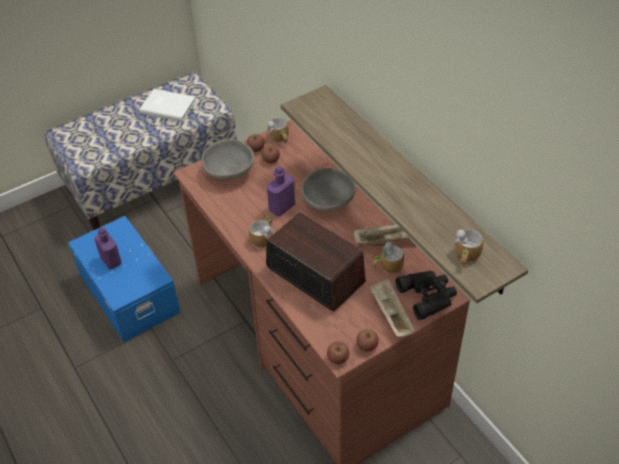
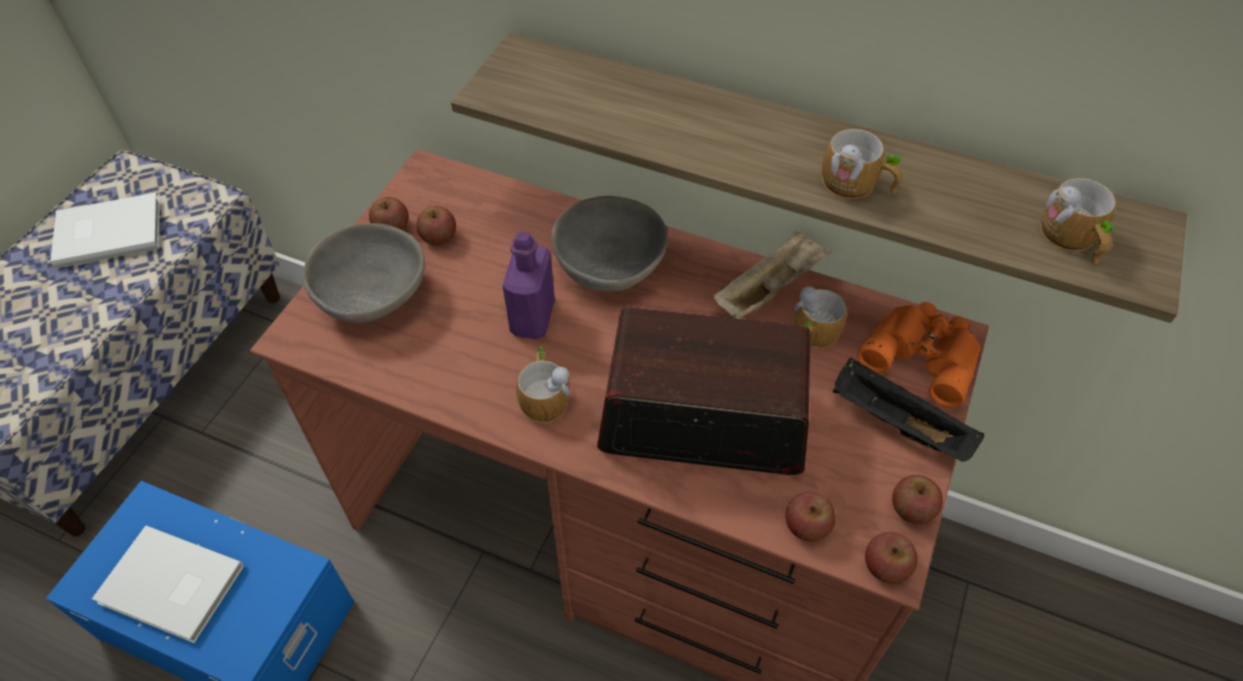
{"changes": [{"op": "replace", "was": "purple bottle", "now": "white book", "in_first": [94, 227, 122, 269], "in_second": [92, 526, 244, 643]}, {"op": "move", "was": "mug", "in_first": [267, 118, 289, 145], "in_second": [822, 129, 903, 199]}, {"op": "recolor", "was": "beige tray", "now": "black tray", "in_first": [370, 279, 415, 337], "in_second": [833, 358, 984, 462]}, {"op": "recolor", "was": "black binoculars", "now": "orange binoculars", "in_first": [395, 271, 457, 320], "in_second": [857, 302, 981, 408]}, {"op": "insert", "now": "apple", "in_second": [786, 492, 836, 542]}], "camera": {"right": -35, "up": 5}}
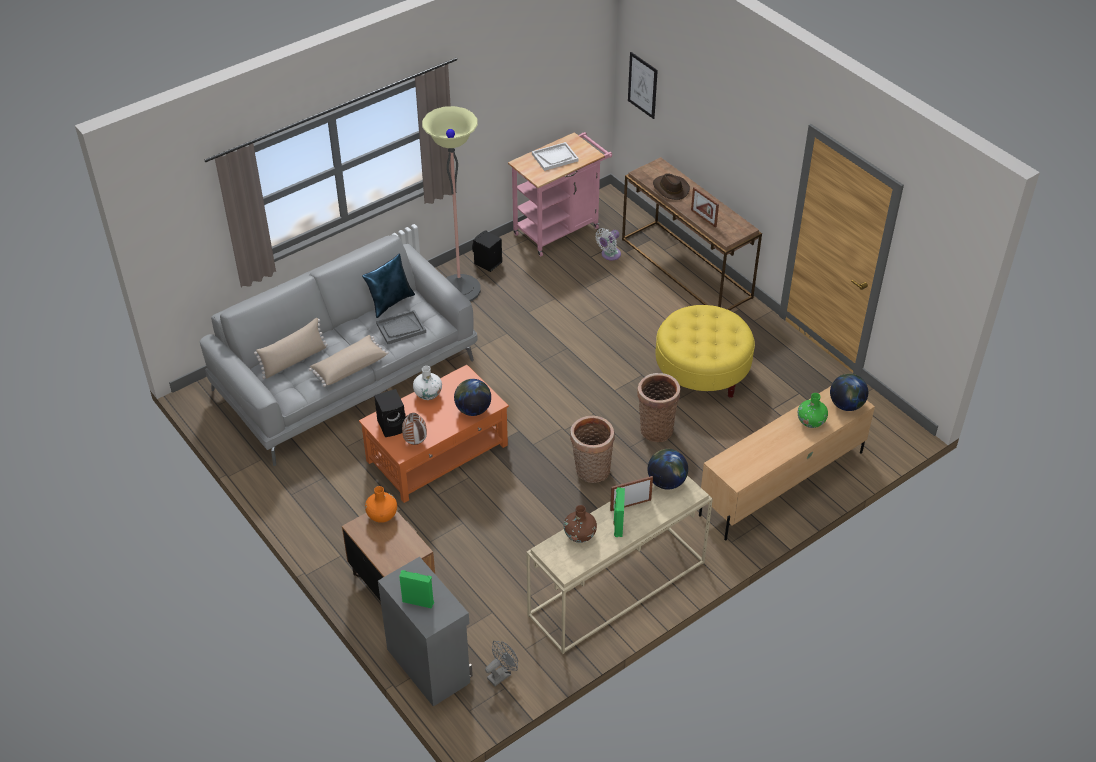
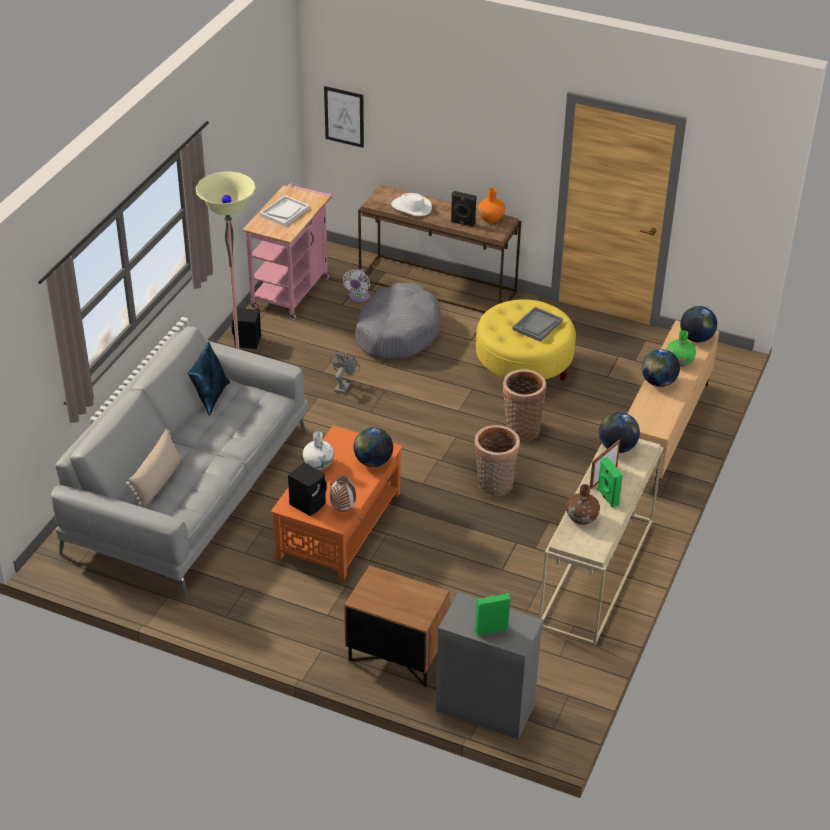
{"changes": [{"op": "delete", "was": "beige pillow", "in_first": [309, 335, 389, 387]}, {"op": "move", "was": "orange vase", "in_first": [365, 486, 397, 523], "in_second": [478, 188, 505, 223]}, {"op": "move", "was": "grey tray", "in_first": [376, 310, 426, 344], "in_second": [512, 307, 563, 342]}, {"op": "move", "was": "grey fan", "in_first": [485, 641, 518, 686], "in_second": [330, 352, 360, 394]}, {"op": "recolor", "was": "brown hat", "now": "white hat", "in_first": [653, 173, 690, 200], "in_second": [391, 193, 432, 216]}, {"op": "replace", "was": "picture frame", "now": "black speaker", "in_first": [691, 187, 719, 228], "in_second": [451, 191, 476, 227]}, {"op": "insert", "now": "grey dog bed", "in_second": [355, 283, 441, 359]}, {"op": "insert", "now": "globe", "in_second": [642, 349, 680, 387]}], "camera": {"right": -30, "up": -5}}
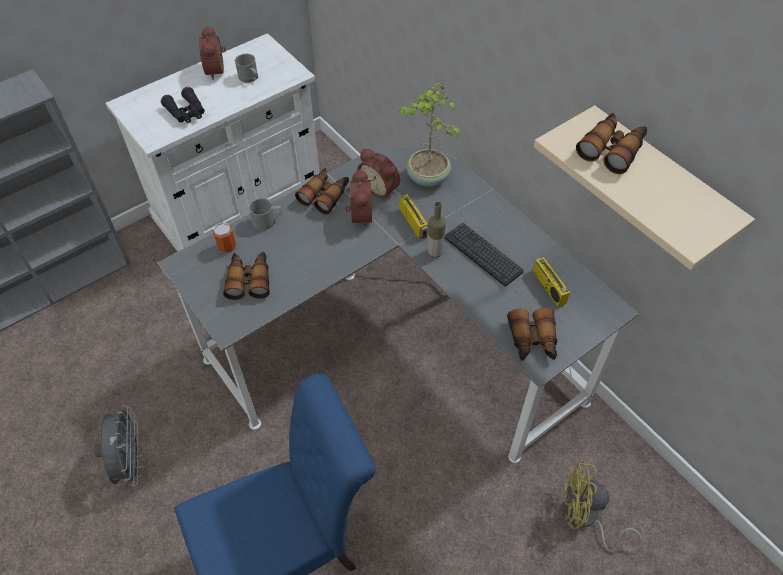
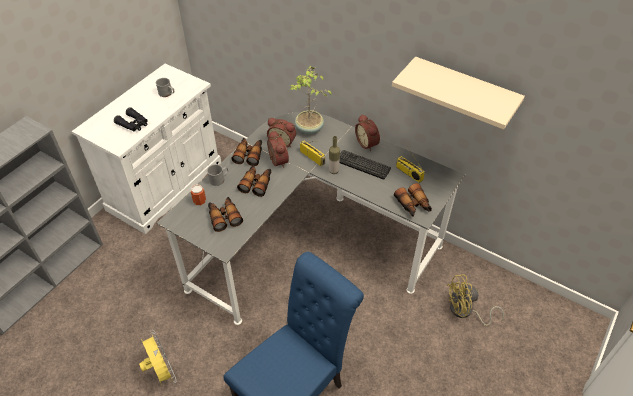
{"changes": [{"op": "recolor", "was": "grey fan", "now": "yellow fan", "in_first": [94, 405, 143, 486], "in_second": [139, 330, 177, 385]}, {"op": "move", "was": "alarm clock", "in_first": [199, 26, 226, 80], "in_second": [355, 114, 380, 151]}, {"op": "move", "was": "binoculars", "in_first": [576, 113, 647, 174], "in_second": [237, 165, 271, 197]}], "camera": {"right": -20, "up": -5}}
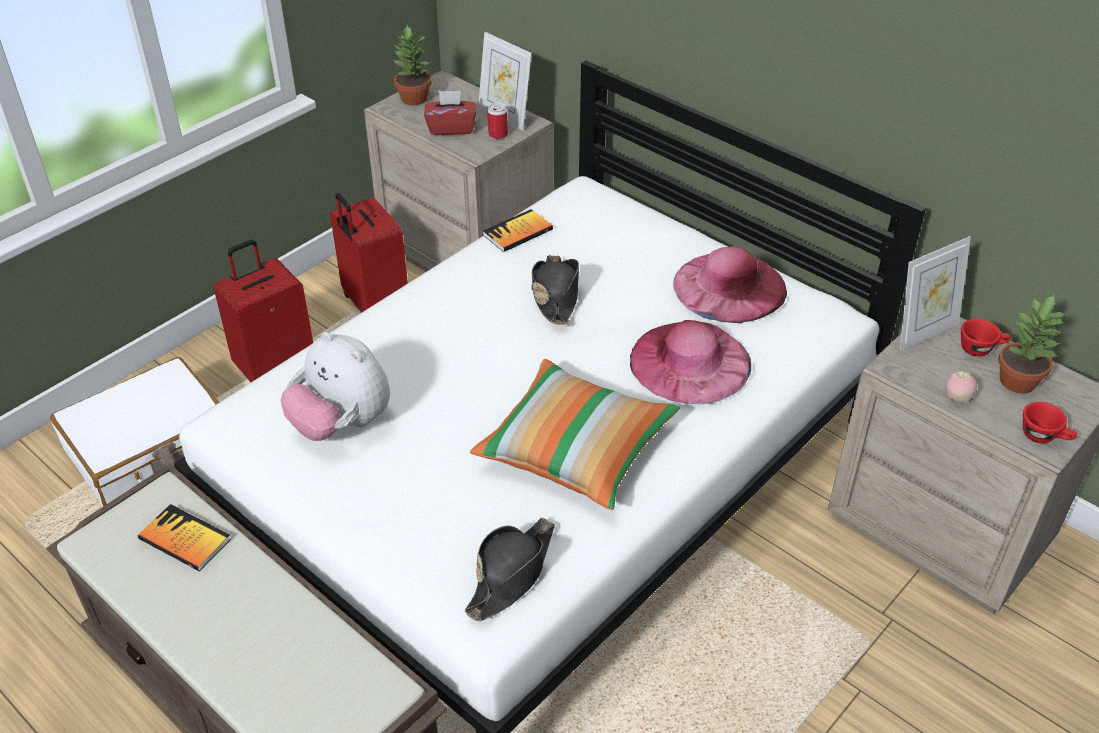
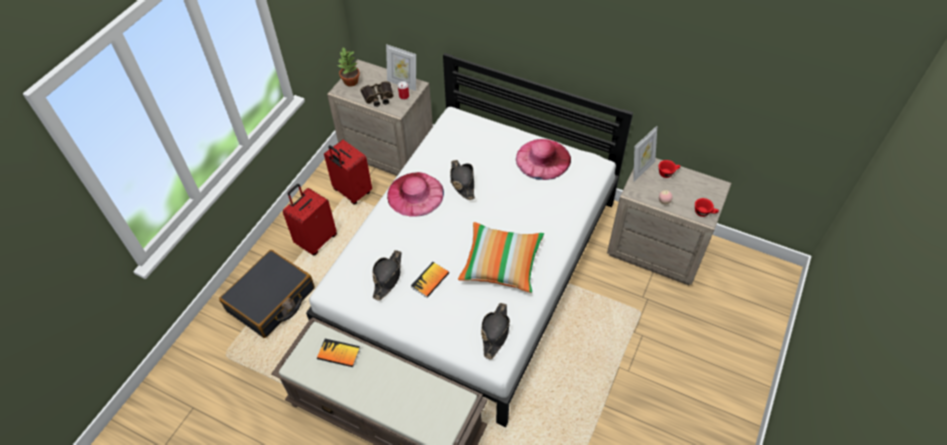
{"changes": [{"op": "recolor", "was": "white suitcase", "now": "black suitcase", "in_first": [50, 357, 219, 506], "in_second": [219, 250, 315, 338]}, {"op": "replace", "was": "plush toy", "now": "black hat", "in_first": [281, 332, 390, 441], "in_second": [372, 250, 402, 300]}, {"op": "replace", "was": "red tissue box", "now": "binoculars", "in_first": [424, 91, 476, 135], "in_second": [361, 81, 394, 107]}, {"op": "move", "was": "book", "in_first": [483, 209, 553, 252], "in_second": [411, 262, 449, 298]}, {"op": "move", "was": "pink hat", "in_first": [630, 320, 751, 404], "in_second": [387, 172, 444, 217]}, {"op": "delete", "was": "potted plant", "in_first": [998, 295, 1066, 393]}], "camera": {"right": -15, "up": 10}}
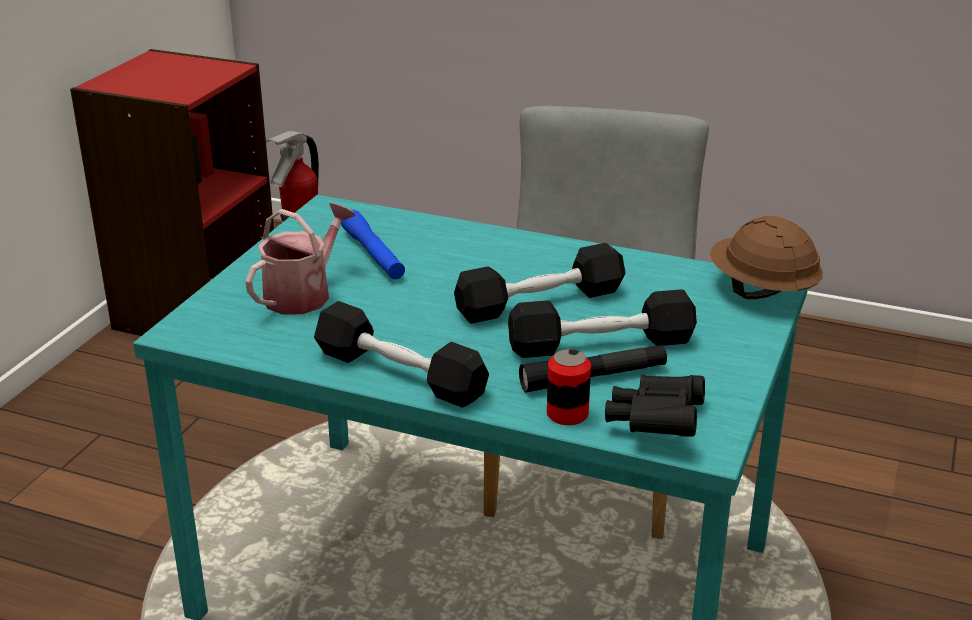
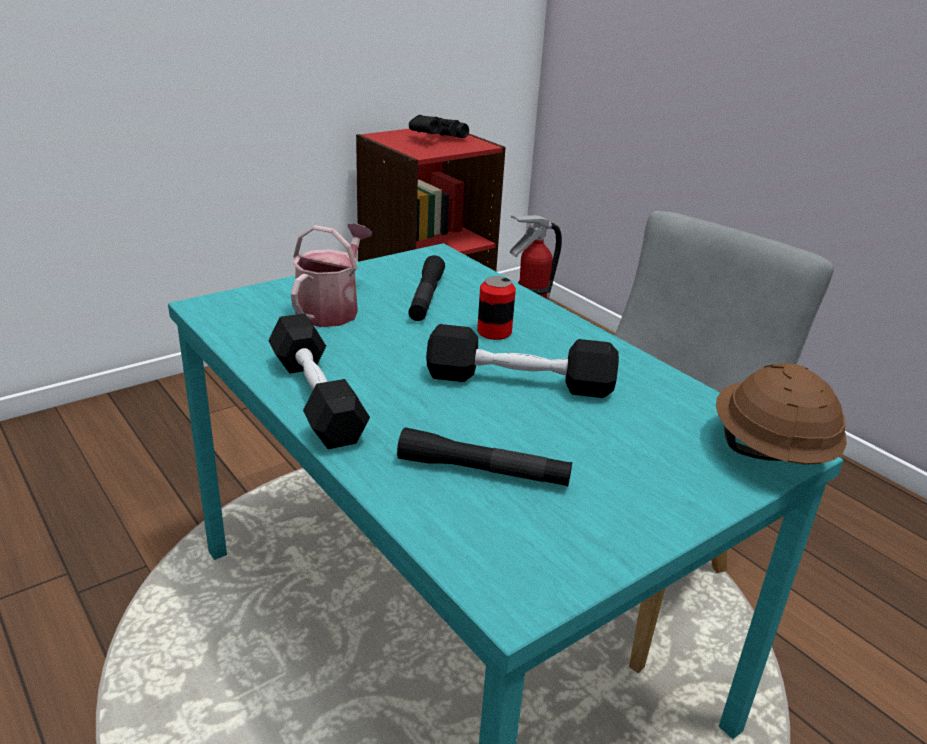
{"changes": [{"op": "rotate", "was": "watering can", "in_first": [245, 203, 355, 315], "in_second": [291, 223, 372, 327], "clockwise": -45}, {"op": "recolor", "was": "blue flashlight", "now": "black flashlight", "in_first": [341, 210, 405, 279], "in_second": [408, 255, 445, 321]}, {"op": "delete", "was": "black dumbbell", "in_first": [508, 289, 697, 358]}, {"op": "move", "was": "can", "in_first": [547, 349, 591, 425], "in_second": [477, 276, 516, 340]}, {"op": "move", "was": "black binoculars", "in_first": [605, 375, 705, 436], "in_second": [409, 115, 469, 138]}], "camera": {"right": 30, "up": 0}}
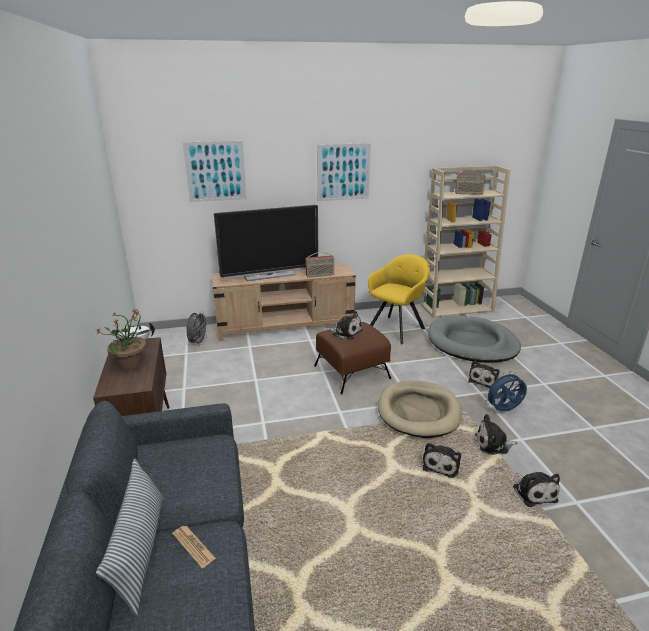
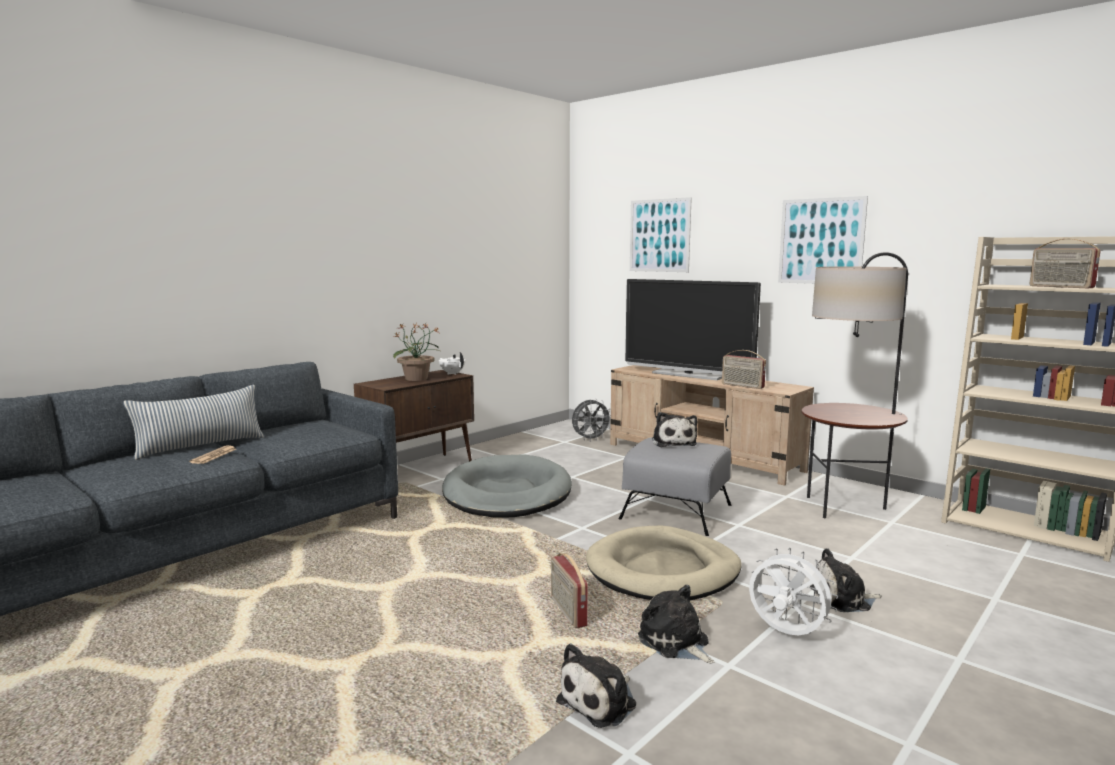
{"changes": [{"op": "recolor", "was": "brown ottoman", "now": "grey ottoman", "in_first": [314, 322, 391, 394], "in_second": [619, 437, 731, 536]}, {"op": "replace", "was": "yellow armchair", "now": "floor lamp", "in_first": [368, 254, 430, 344], "in_second": [802, 252, 908, 518]}, {"op": "replace", "was": "plush toy", "now": "radio", "in_first": [423, 443, 461, 478], "in_second": [551, 553, 588, 628]}, {"op": "move", "was": "grey dog bed", "in_first": [428, 316, 521, 363], "in_second": [442, 455, 572, 518]}, {"op": "recolor", "was": "blue fan", "now": "white fan", "in_first": [485, 371, 527, 411], "in_second": [749, 548, 838, 636]}], "camera": {"right": 55, "up": -15}}
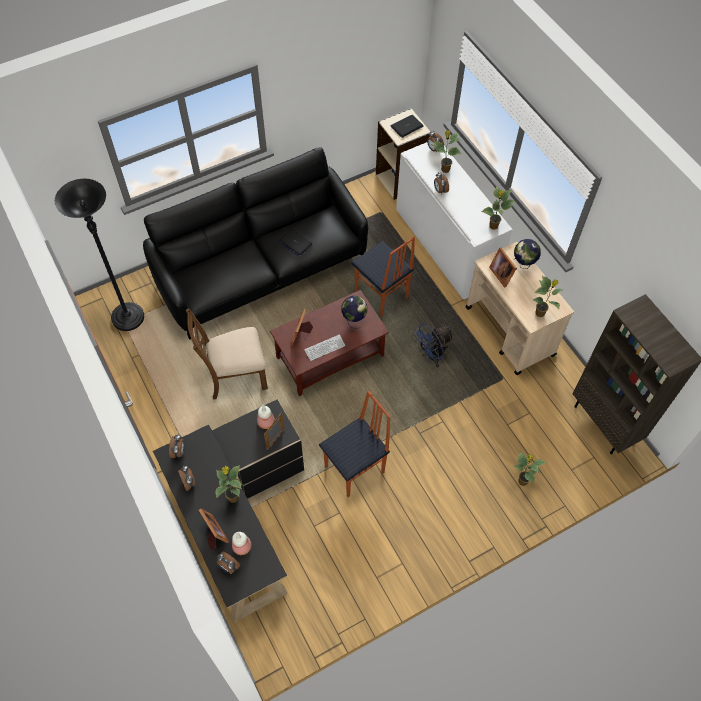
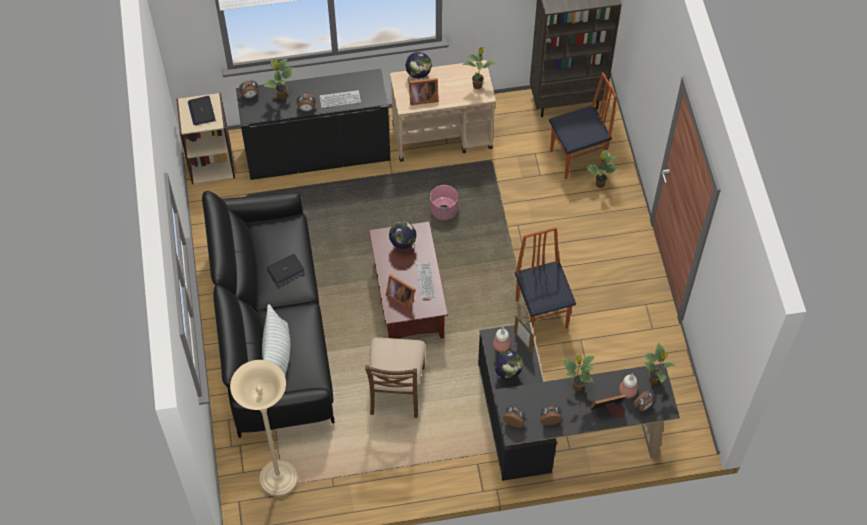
{"changes": [{"op": "recolor", "was": "black floor lamp", "now": "beige floor lamp", "in_first": [55, 179, 144, 331], "in_second": [230, 360, 298, 497]}, {"op": "move", "was": "chair", "in_first": [351, 237, 415, 317], "in_second": [549, 72, 617, 180]}, {"op": "recolor", "was": "white cabinet", "now": "black cabinet", "in_first": [396, 142, 513, 300], "in_second": [236, 69, 390, 180]}, {"op": "replace", "was": "blue fan", "now": "pink planter", "in_first": [412, 324, 454, 368], "in_second": [430, 185, 458, 220]}, {"op": "move", "was": "potted plant", "in_first": [481, 187, 515, 230], "in_second": [644, 343, 676, 384]}, {"op": "insert", "now": "pillow", "in_second": [262, 304, 290, 375]}, {"op": "insert", "now": "keyboard", "in_second": [320, 90, 361, 108]}, {"op": "insert", "now": "globe", "in_second": [494, 350, 523, 384]}], "camera": {"right": -70, "up": 0}}
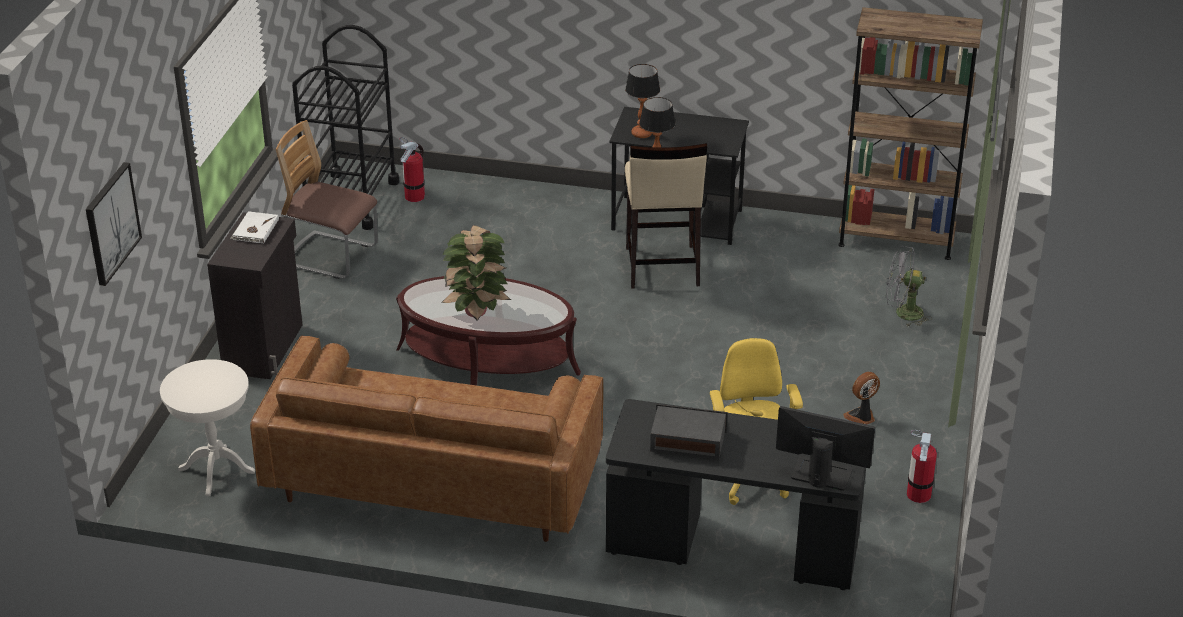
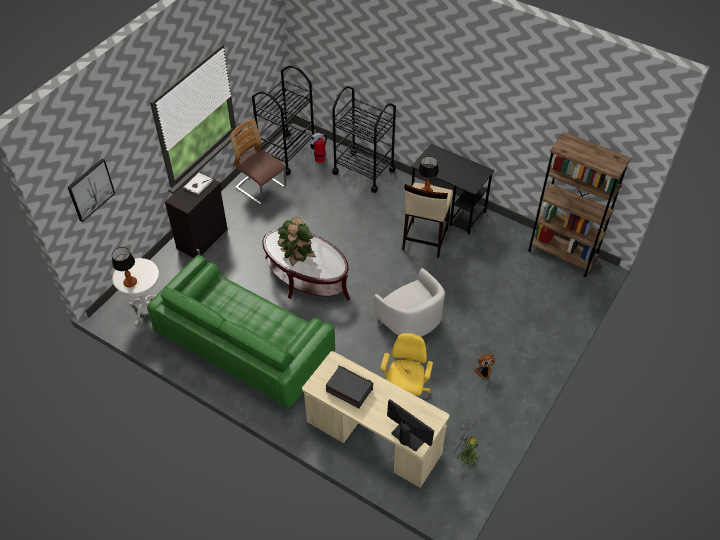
{"changes": [{"op": "recolor", "was": "brown sofa", "now": "green sofa", "in_first": [250, 336, 603, 542], "in_second": [147, 255, 335, 409]}, {"op": "recolor", "was": "black desk", "now": "beige desk", "in_first": [606, 399, 866, 590], "in_second": [302, 351, 449, 488]}, {"op": "move", "was": "table lamp", "in_first": [625, 64, 660, 138], "in_second": [112, 247, 137, 288]}, {"op": "move", "was": "grey fan", "in_first": [886, 246, 932, 327], "in_second": [451, 420, 480, 470]}, {"op": "delete", "was": "fire extinguisher", "in_first": [907, 430, 937, 503]}, {"op": "insert", "now": "black cart", "in_second": [332, 86, 396, 193]}, {"op": "insert", "now": "white armchair", "in_second": [374, 268, 445, 337]}], "camera": {"right": 20, "up": 15}}
